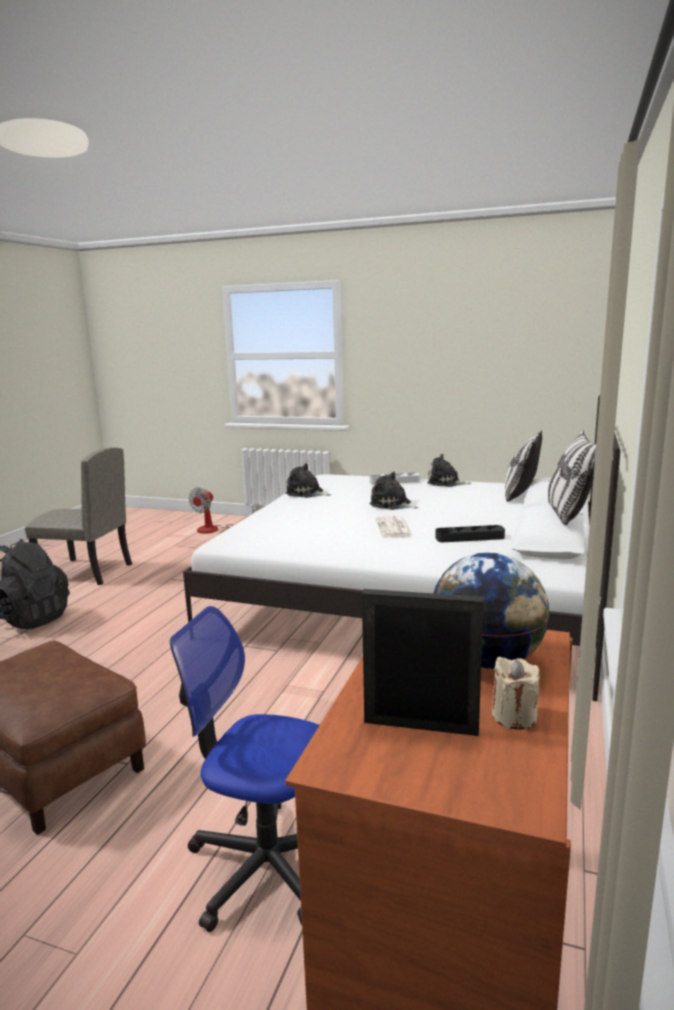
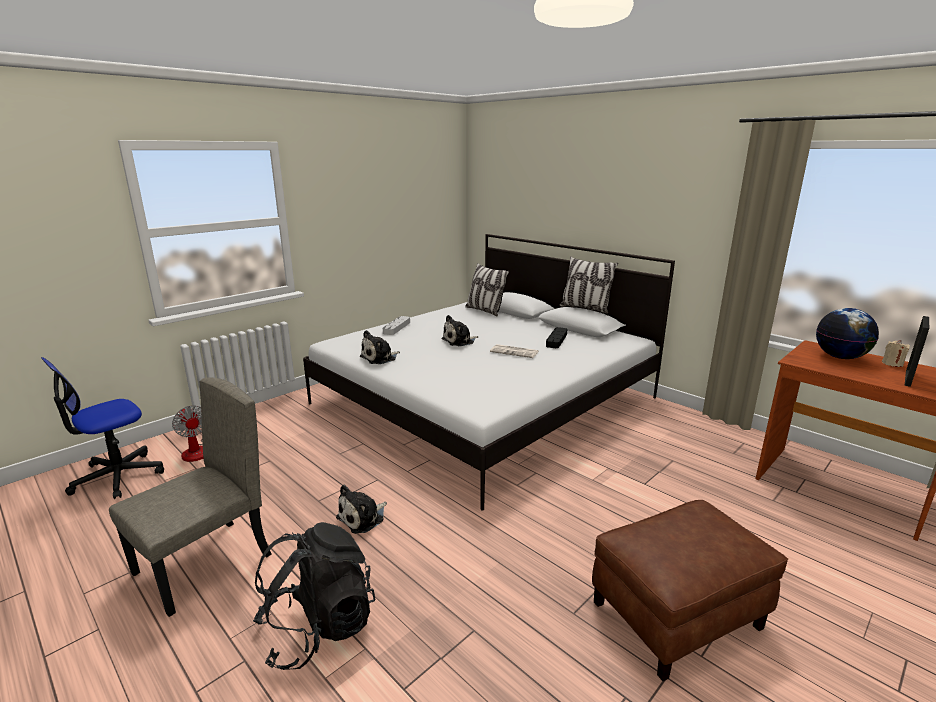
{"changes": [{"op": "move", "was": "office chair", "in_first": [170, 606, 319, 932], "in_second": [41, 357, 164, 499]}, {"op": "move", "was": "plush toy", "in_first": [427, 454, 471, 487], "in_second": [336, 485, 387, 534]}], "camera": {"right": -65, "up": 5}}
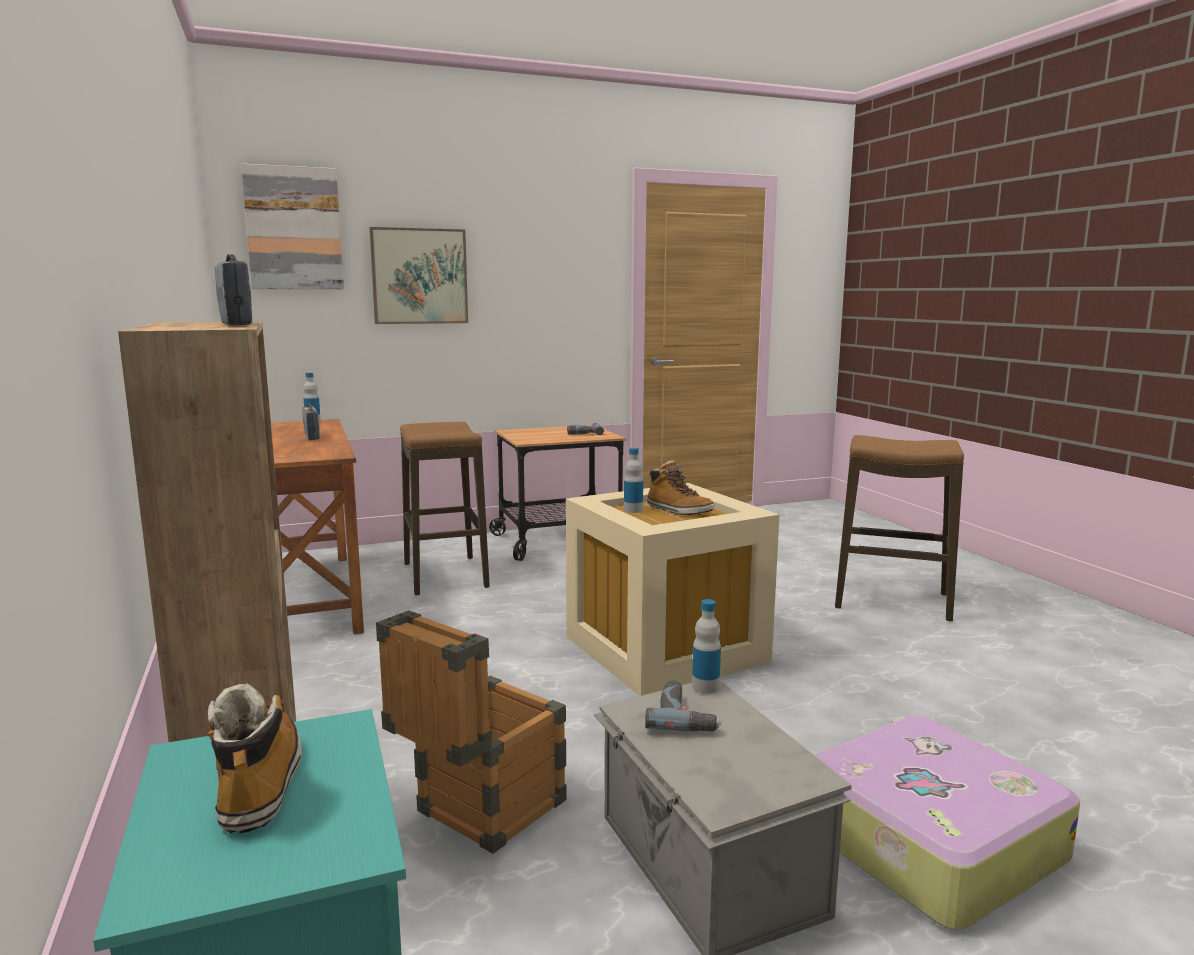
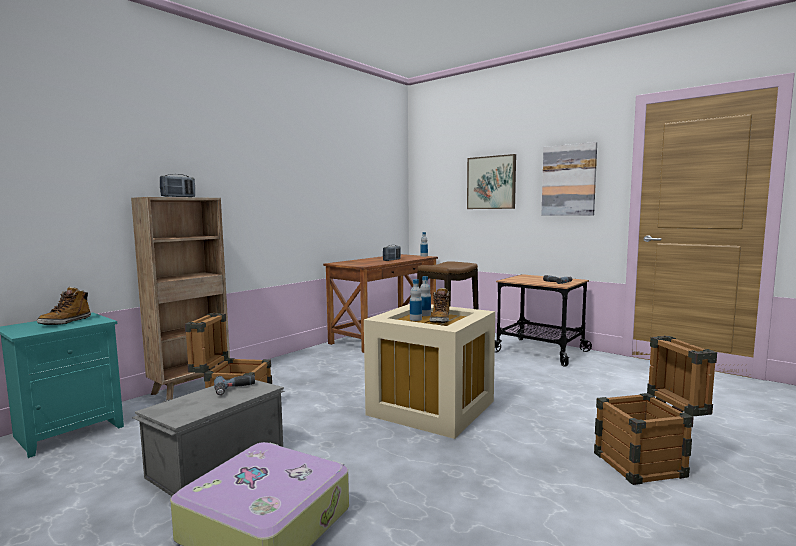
{"changes": [{"op": "rotate", "was": "boot", "in_first": [207, 683, 302, 834], "in_second": [37, 286, 91, 325], "clockwise": 150}, {"op": "move", "was": "picture", "in_first": [241, 163, 344, 289], "in_second": [541, 142, 597, 216]}, {"op": "move", "was": "bottle", "in_first": [692, 599, 721, 694], "in_second": [410, 279, 422, 321]}, {"op": "replace", "was": "stool", "now": "crate", "in_first": [835, 435, 964, 622], "in_second": [594, 336, 717, 485]}], "camera": {"right": 60, "up": -5}}
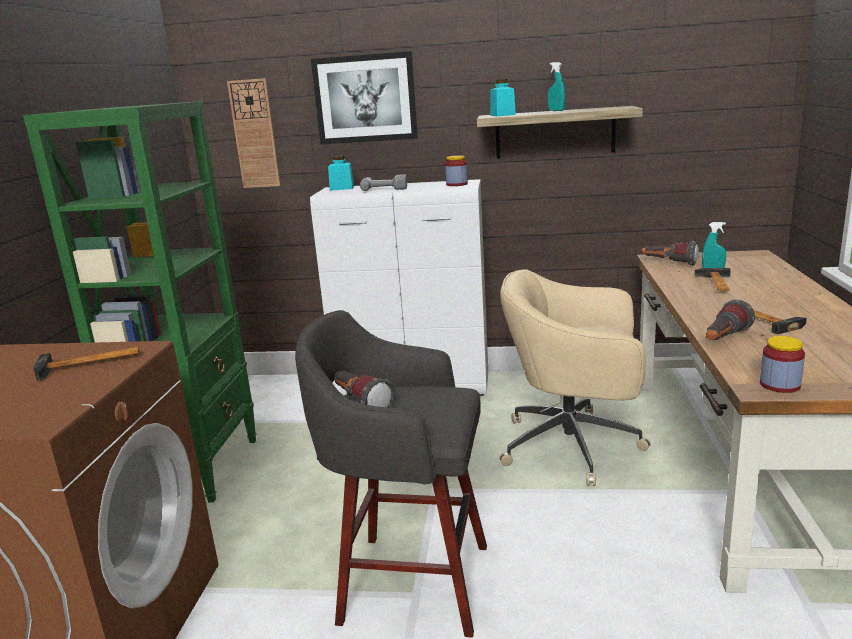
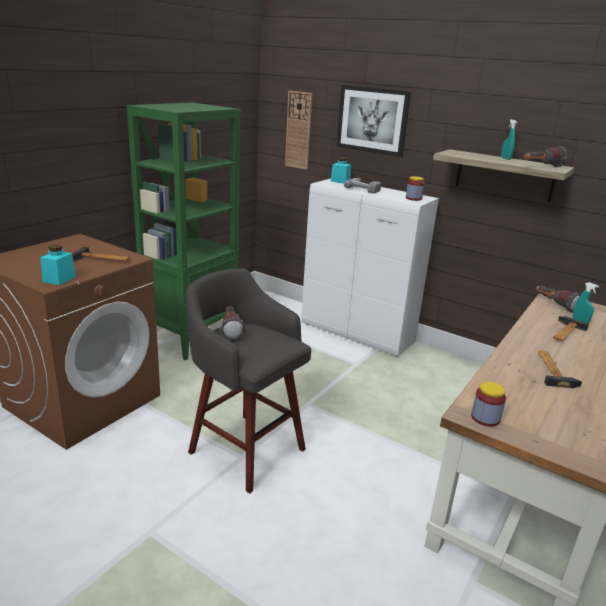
{"changes": [{"op": "move", "was": "turquoise jar", "in_first": [490, 79, 516, 116], "in_second": [40, 244, 76, 285]}, {"op": "delete", "was": "beige office chair", "in_first": [500, 269, 651, 486]}, {"op": "move", "was": "flashlight", "in_first": [706, 300, 755, 340], "in_second": [524, 146, 568, 167]}], "camera": {"right": 25, "up": 5}}
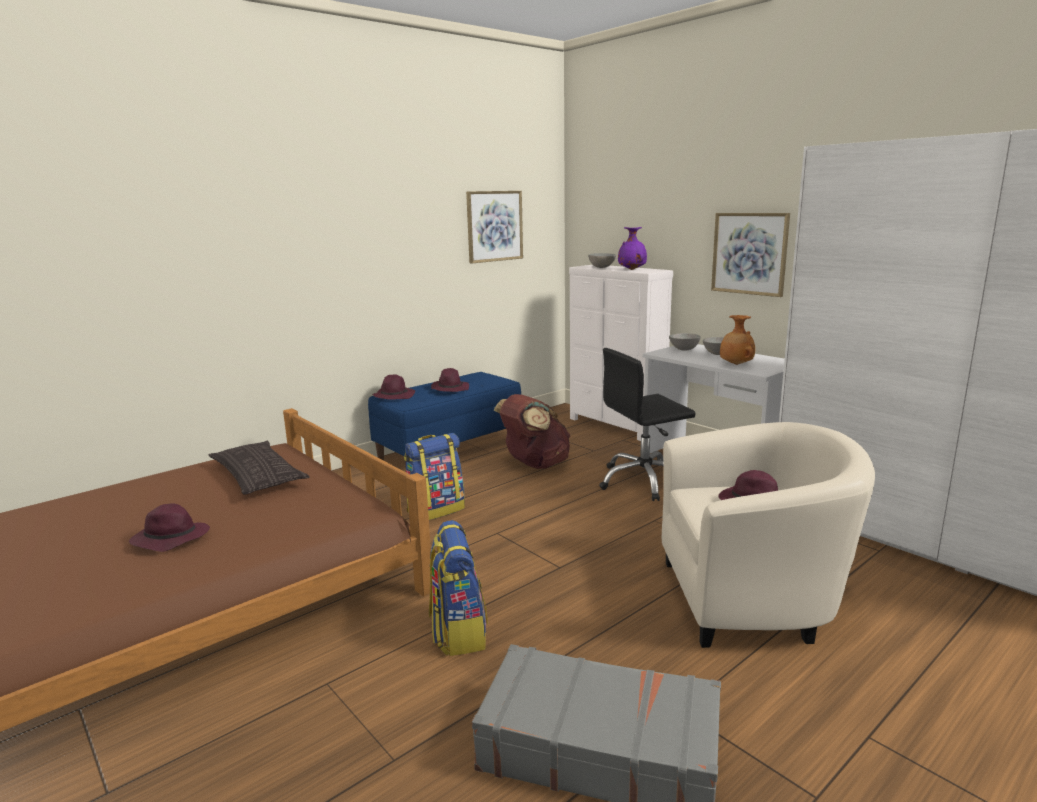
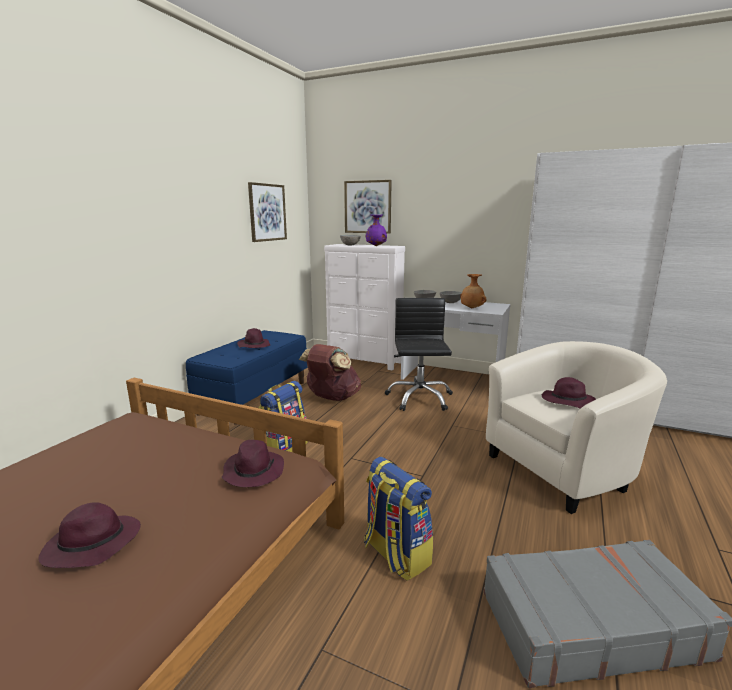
{"changes": [{"op": "delete", "was": "pillow", "in_first": [209, 441, 310, 495]}, {"op": "move", "was": "purple hat", "in_first": [372, 374, 415, 400], "in_second": [222, 440, 284, 487]}, {"op": "rotate", "was": "black office chair", "in_first": [599, 348, 696, 501], "in_second": [385, 298, 453, 411], "clockwise": 135}, {"op": "move", "was": "picture", "in_first": [711, 213, 790, 297], "in_second": [344, 180, 392, 234]}], "camera": {"right": -25, "up": 0}}
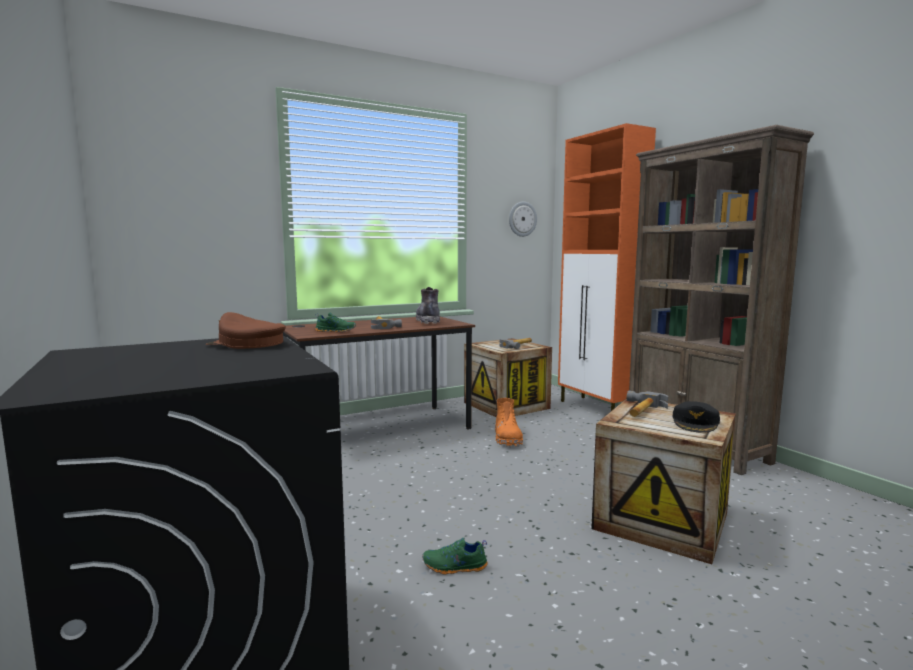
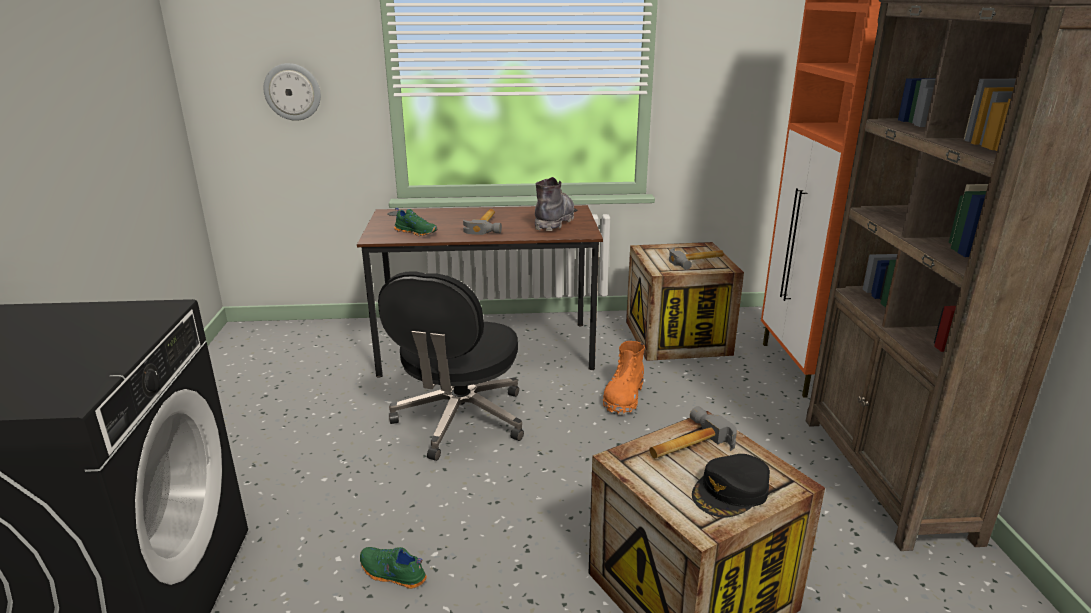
{"changes": [{"op": "delete", "was": "brown cap", "in_first": [206, 312, 286, 349]}, {"op": "move", "was": "wall clock", "in_first": [509, 201, 537, 237], "in_second": [264, 63, 321, 121]}, {"op": "insert", "now": "black office chair", "in_second": [378, 272, 524, 461]}], "camera": {"right": 25, "up": 15}}
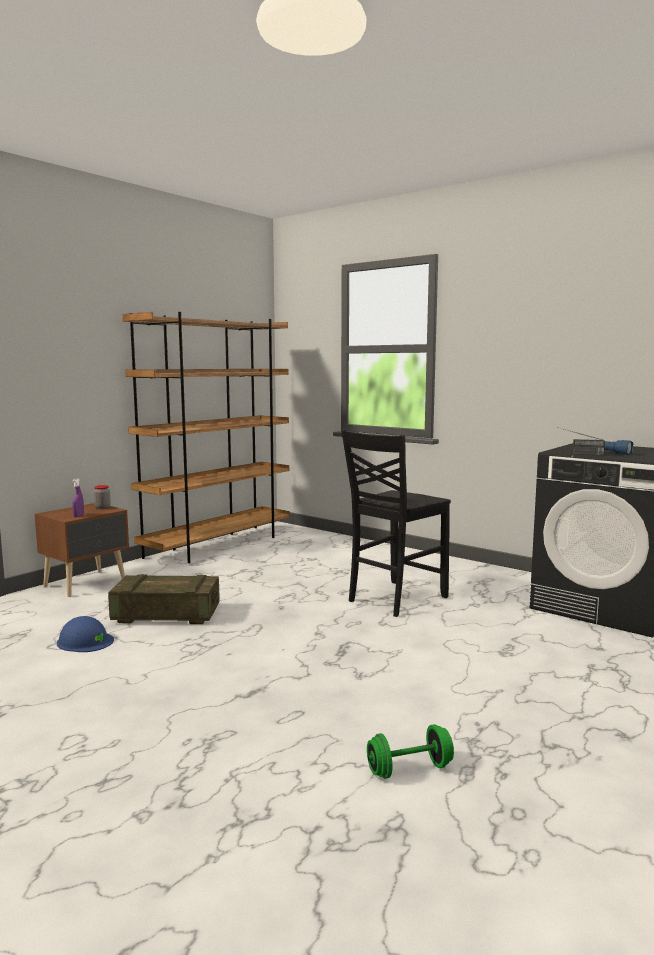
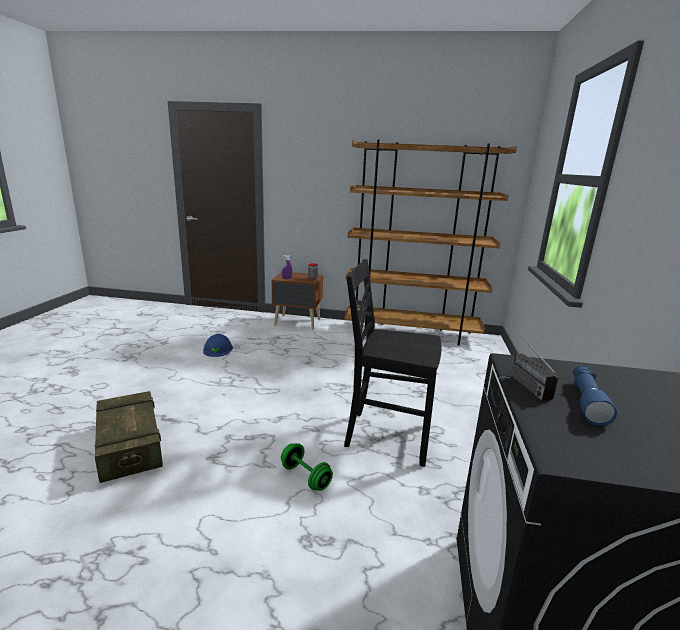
{"changes": [{"op": "move", "was": "crate", "in_first": [108, 574, 220, 624], "in_second": [95, 391, 163, 483]}, {"op": "move", "was": "green dumbbell", "in_first": [367, 724, 454, 779], "in_second": [281, 443, 333, 491]}], "camera": {"right": 60, "up": 10}}
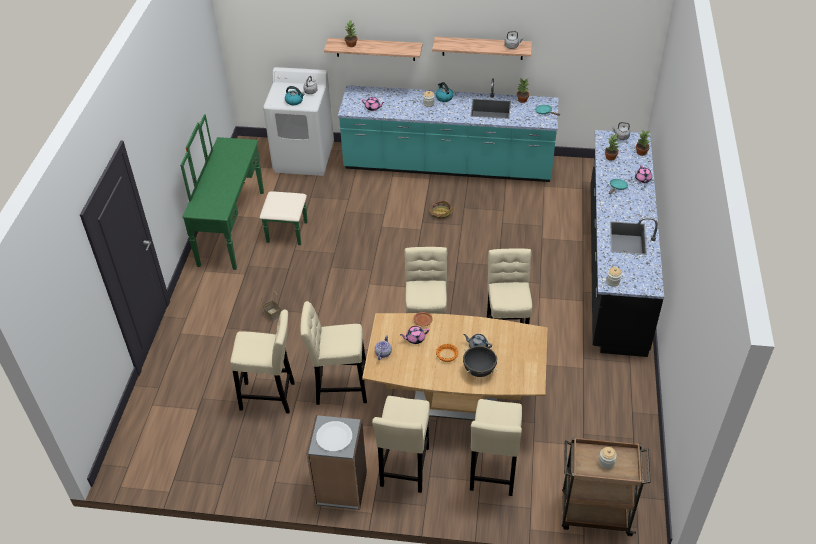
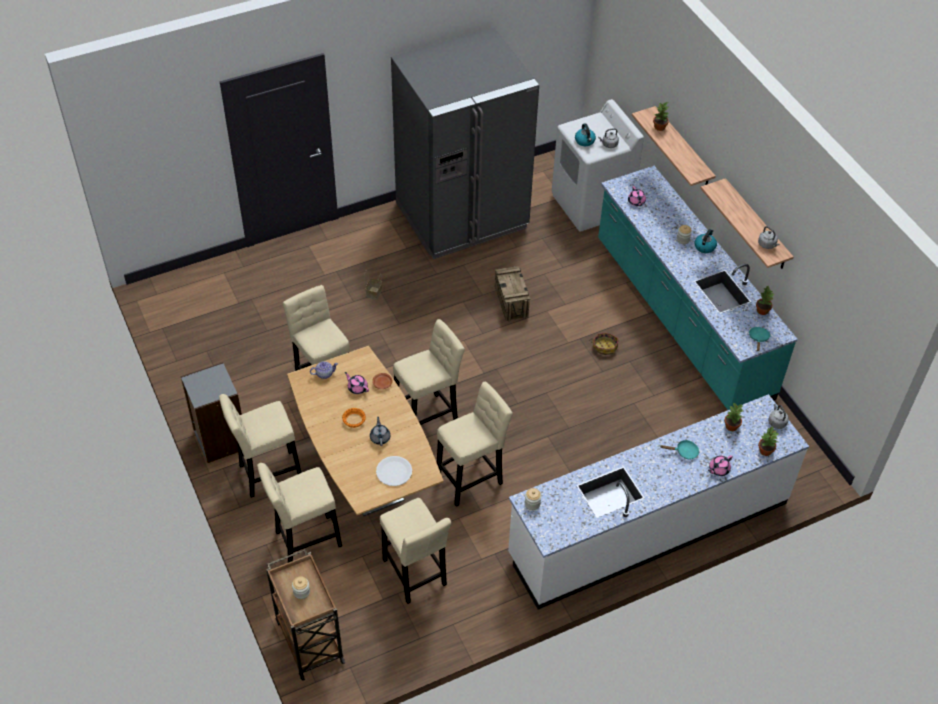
{"changes": [{"op": "replace", "was": "green dresser", "now": "grey fridge", "in_first": [180, 114, 308, 270], "in_second": [391, 28, 539, 259]}, {"op": "move", "was": "beige stool", "in_first": [230, 309, 295, 413], "in_second": [380, 498, 451, 604]}, {"op": "move", "was": "white plate", "in_first": [316, 421, 352, 451], "in_second": [376, 456, 412, 486]}, {"op": "delete", "was": "black cooking pot", "in_first": [463, 346, 497, 377]}, {"op": "recolor", "was": "black counter", "now": "white counter", "in_first": [591, 130, 664, 357], "in_second": [508, 394, 809, 610]}, {"op": "insert", "now": "crate", "in_second": [495, 266, 530, 321]}], "camera": {"right": 55, "up": 5}}
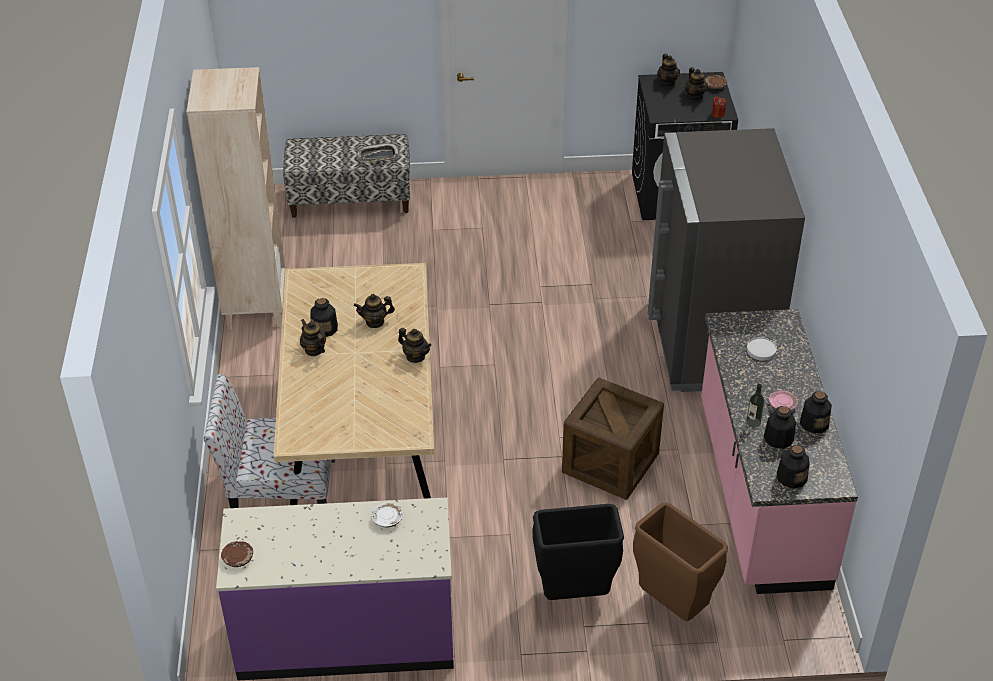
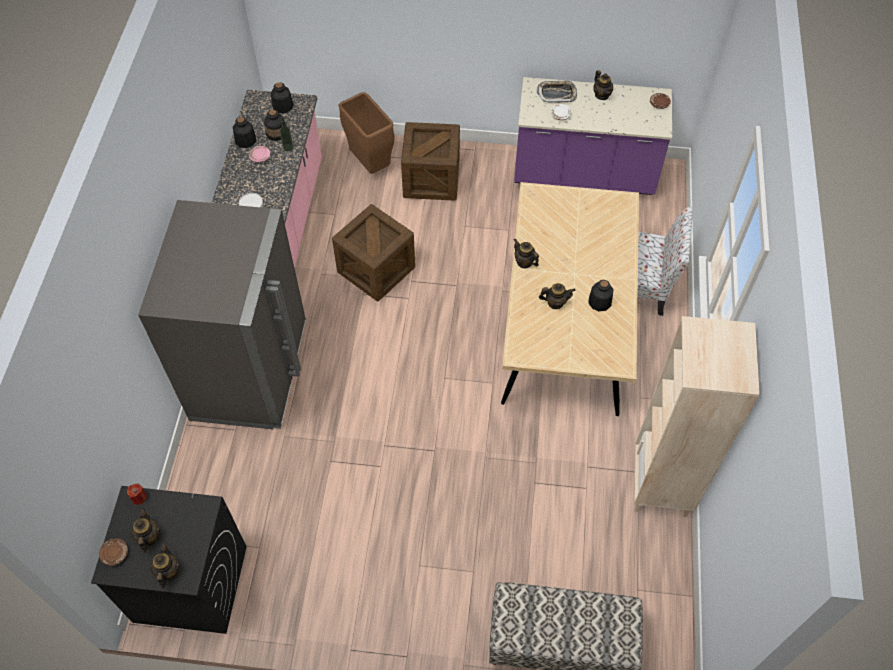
{"changes": [{"op": "move", "was": "teapot", "in_first": [300, 319, 326, 356], "in_second": [593, 70, 613, 100]}, {"op": "move", "was": "tray", "in_first": [356, 143, 401, 163], "in_second": [537, 80, 577, 103]}, {"op": "replace", "was": "black trash can", "now": "crate", "in_first": [532, 504, 624, 600], "in_second": [401, 122, 460, 201]}], "camera": {"right": -170, "up": 15}}
